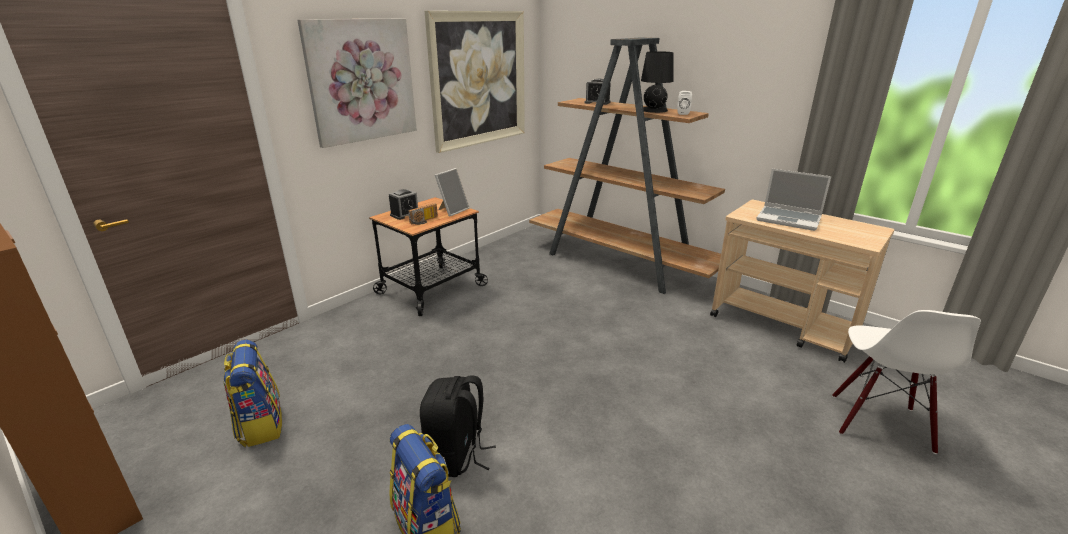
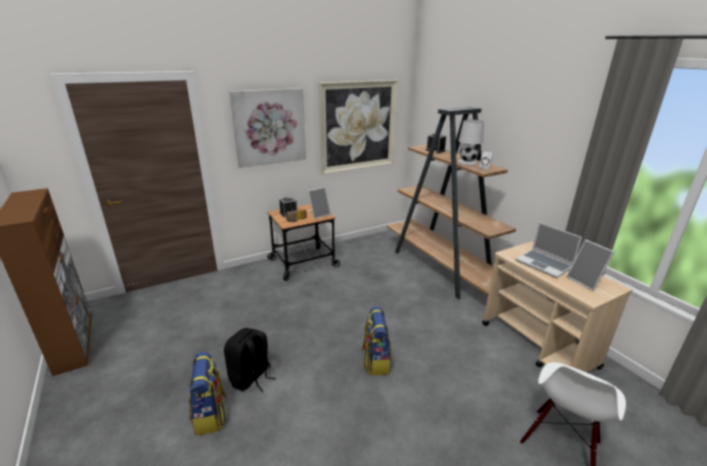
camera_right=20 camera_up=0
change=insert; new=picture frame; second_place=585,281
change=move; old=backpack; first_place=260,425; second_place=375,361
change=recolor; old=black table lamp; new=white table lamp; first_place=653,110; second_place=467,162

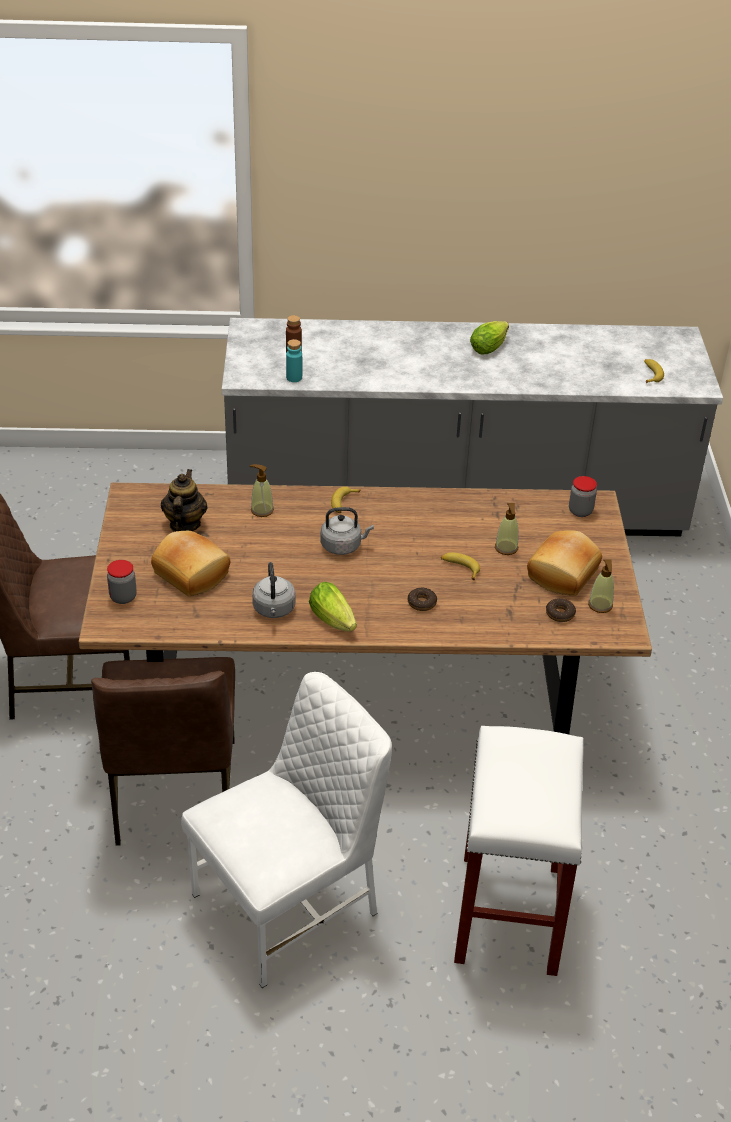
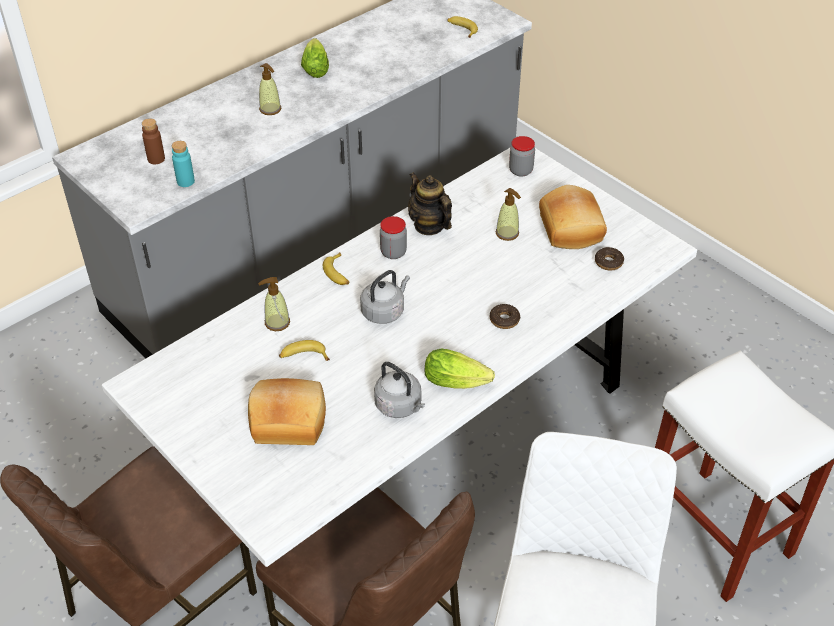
camera_right=-40 camera_up=5
change=move; old=jar; first_place=123,597; second_place=393,252
change=move; old=teapot; first_place=184,524; second_place=429,225
change=move; old=banana; first_place=460,568; second_place=303,356
change=move; old=soap dispenser; first_place=600,605; second_place=270,109
change=recolor; old=brown dining table; new=white dining table; first_place=360,690; second_place=417,435

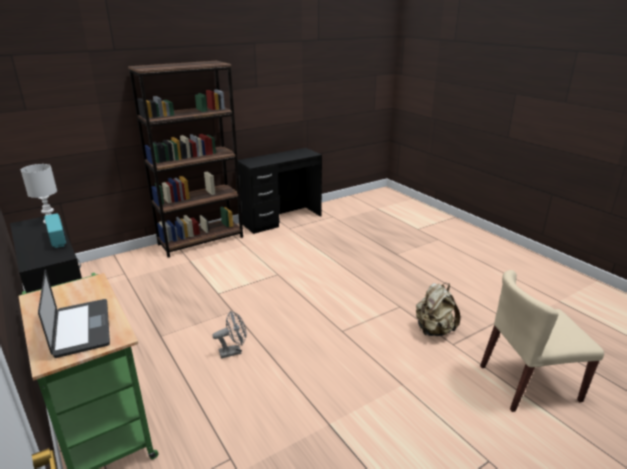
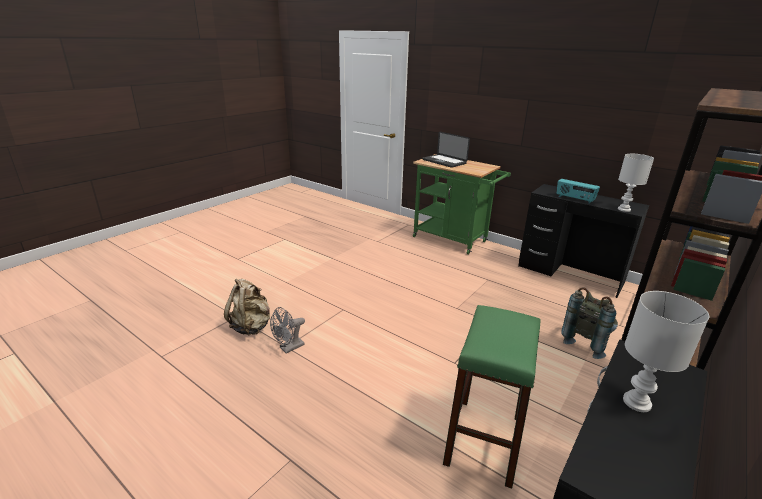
camera_right=160 camera_up=0
change=delete; old=beige chair; first_place=528,383
change=insert; new=green stool; second_place=484,439
change=insert; new=grey backpack; second_place=586,342
change=insert; new=white table lamp; second_place=636,403
change=move; old=grey fan; first_place=233,351; second_place=288,348

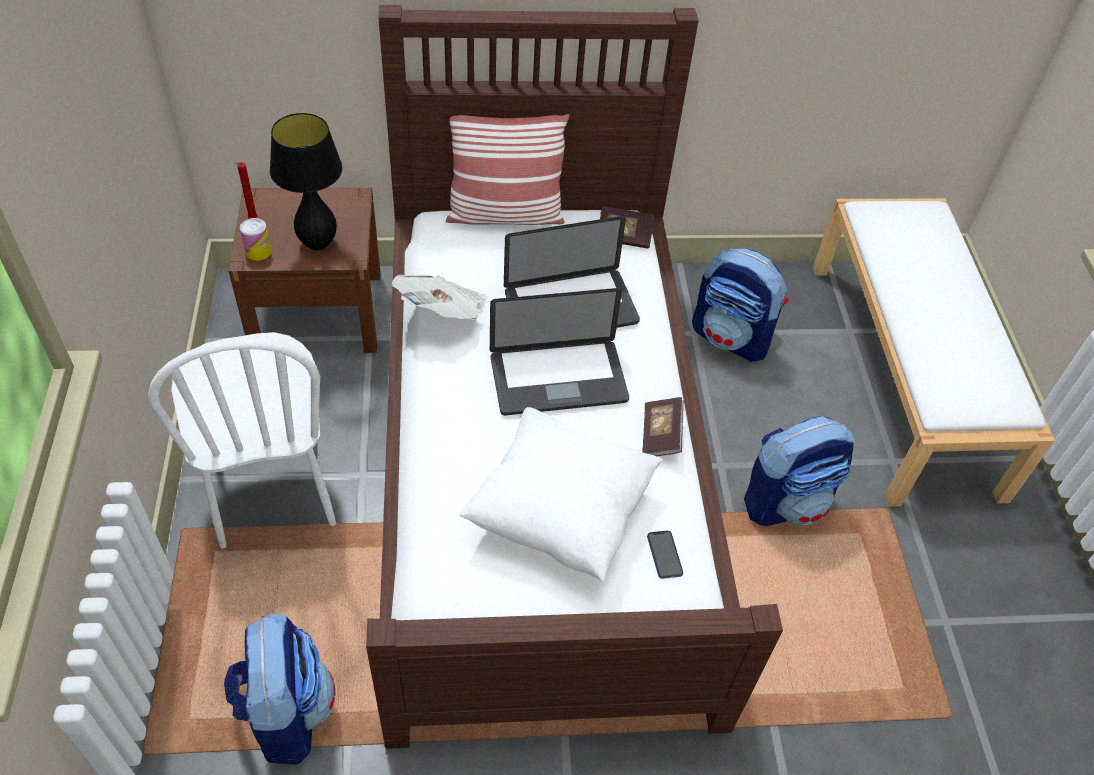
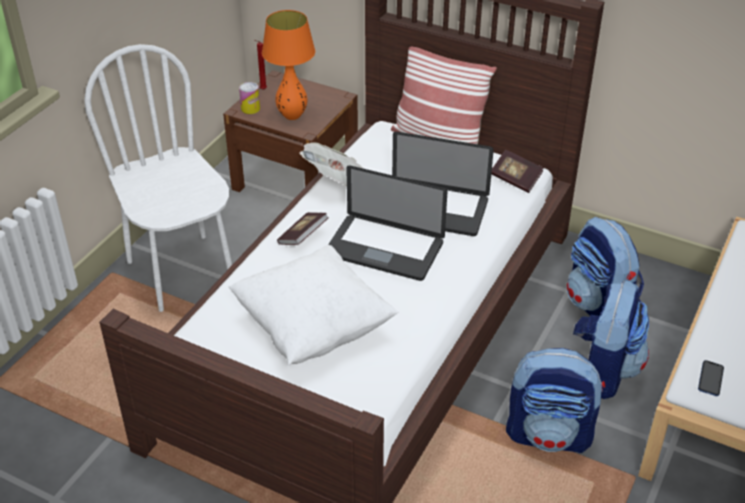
camera_right=35 camera_up=-10
change=move; old=backpack; first_place=286,712; second_place=603,370
change=move; old=book; first_place=661,435; second_place=303,237
change=move; old=phone; first_place=664,555; second_place=710,379
change=recolor; old=black table lamp; new=orange table lamp; first_place=318,244; second_place=292,116
change=rotate; old=white chair; first_place=272,490; second_place=182,273; degrees=135

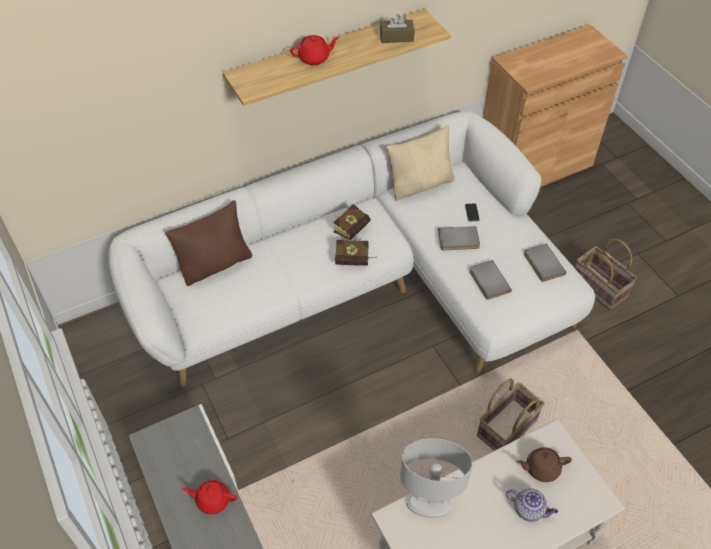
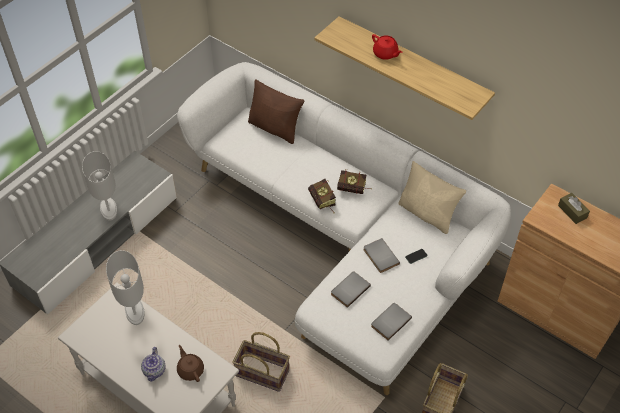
camera_right=65 camera_up=0
change=move; old=brown tissue box; first_place=396,37; second_place=572,212
change=replace; old=red teapot; new=white table lamp; first_place=212,500; second_place=108,209

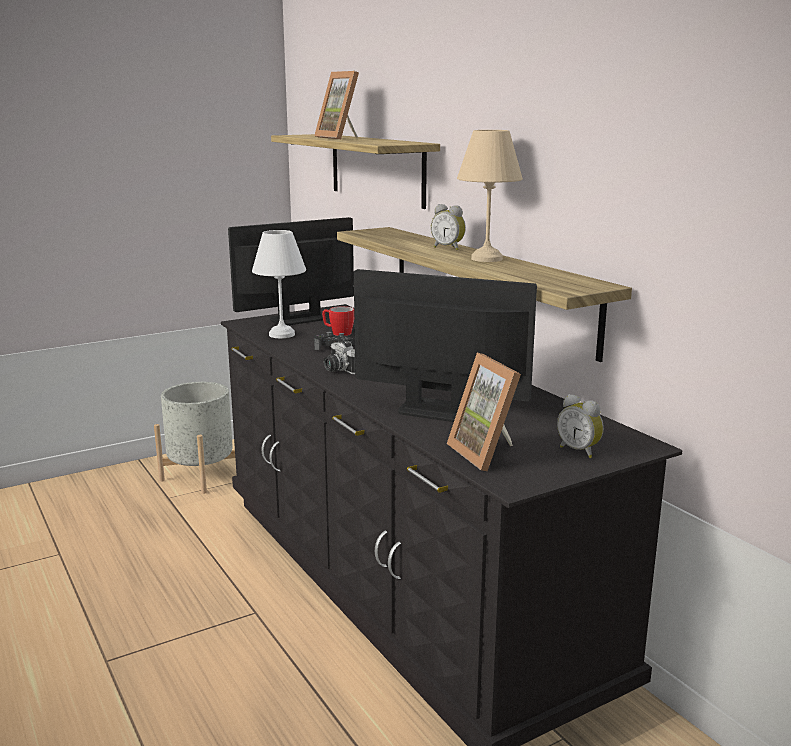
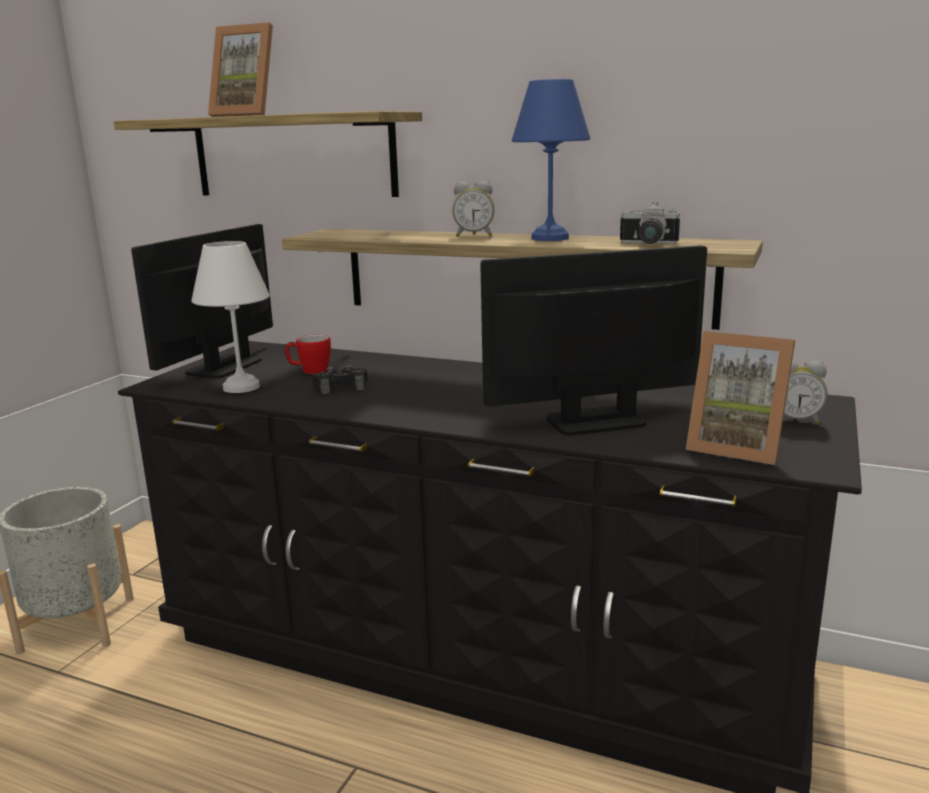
camera_right=-35 camera_up=0
change=move; old=photo camera; first_place=338,370; second_place=647,243
change=recolor; old=beige table lamp; new=blue table lamp; first_place=485,258; second_place=548,238

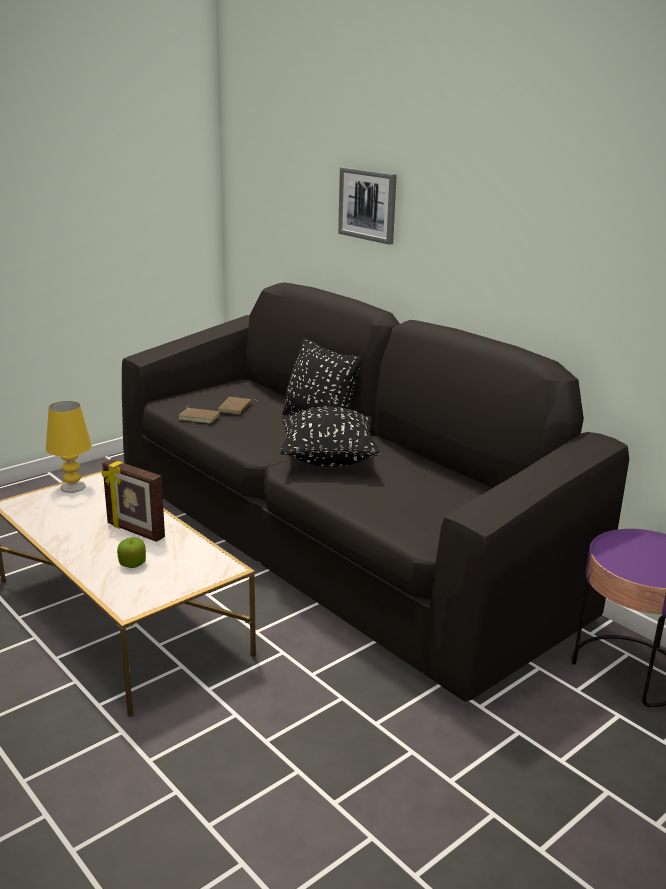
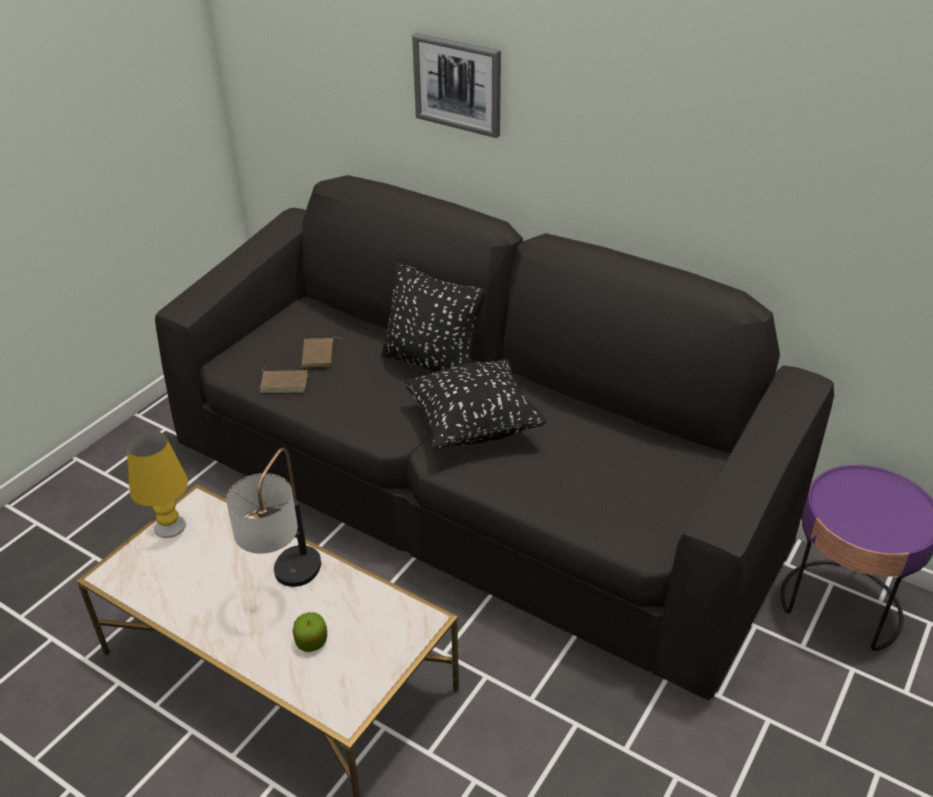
camera_right=-15 camera_up=15
change=replace; old=picture frame; new=table lamp; first_place=135,531; second_place=287,586

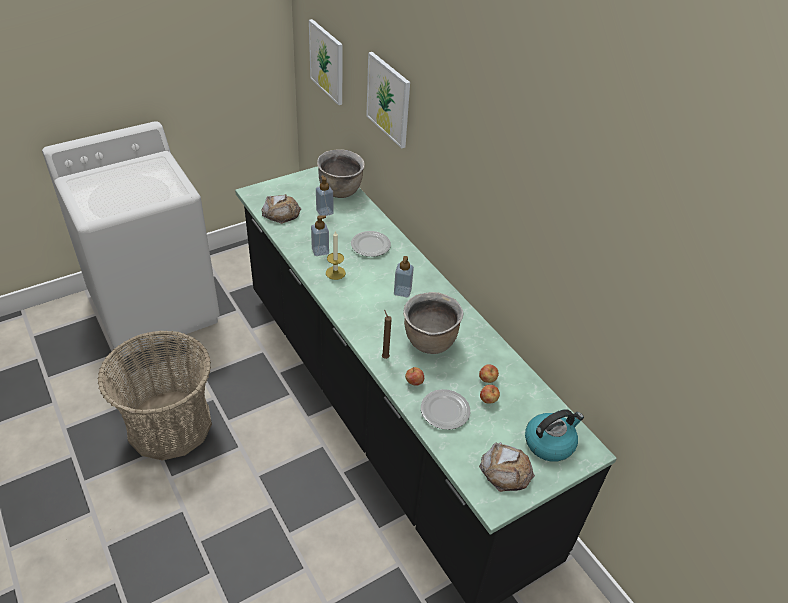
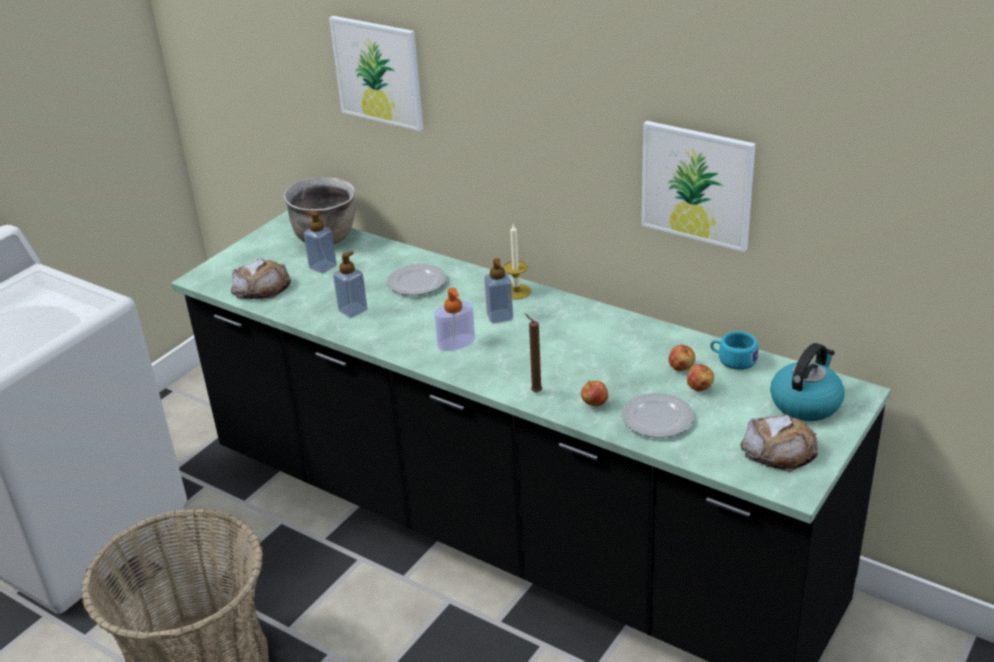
camera_right=-20 camera_up=-10
change=delete; old=brown cooking pot; first_place=429,341
change=insert; new=soap dispenser; second_place=456,343
change=insert; new=turquoise cup; second_place=733,360
change=move; old=picture; first_place=327,61; second_place=697,184
change=move; old=candle; first_place=335,273; second_place=516,291

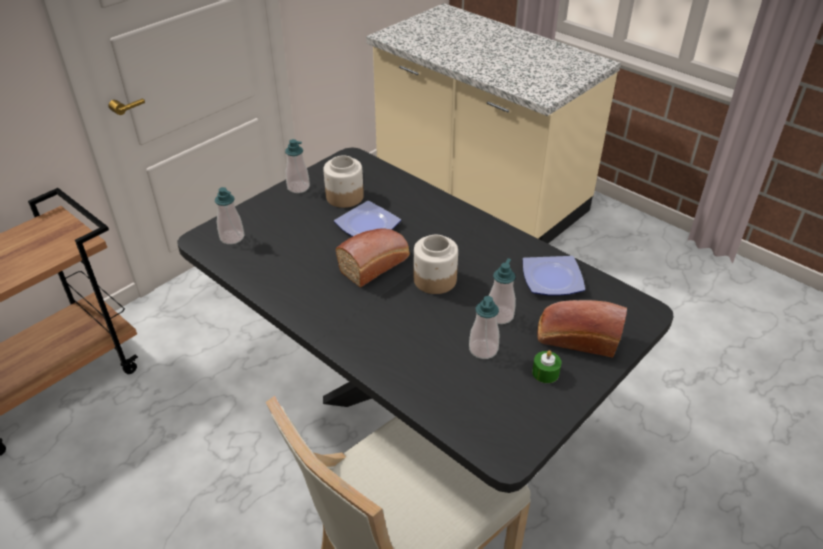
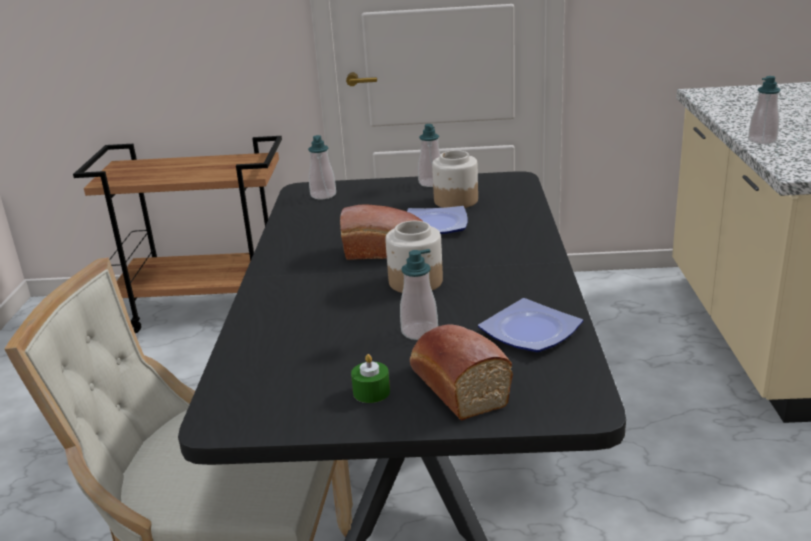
camera_right=50 camera_up=-15
change=move; old=soap dispenser; first_place=483,349; second_place=762,140

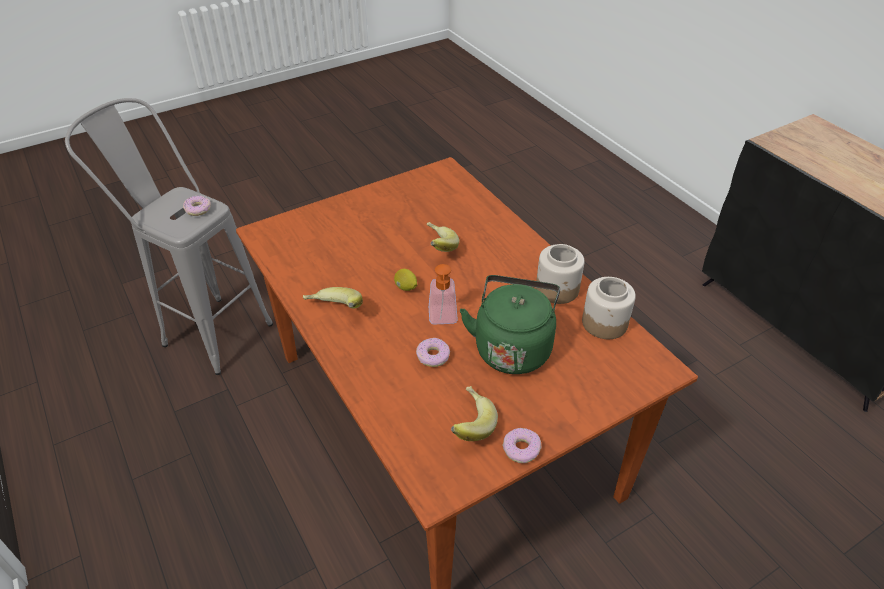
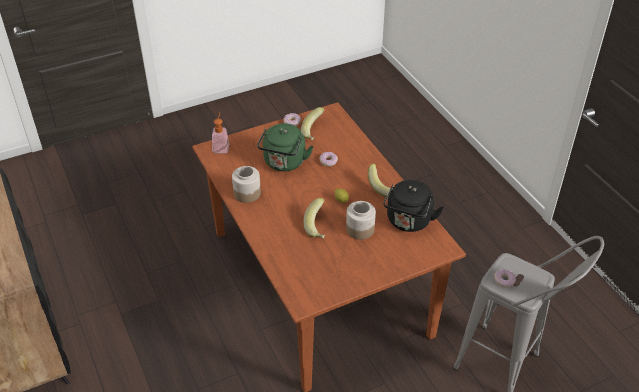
camera_right=-175 camera_up=0
change=insert; new=black kettle; second_place=408,222
change=move; old=soap dispenser; first_place=443,320; second_place=221,146
change=move; old=jar; first_place=605,323; second_place=359,229

